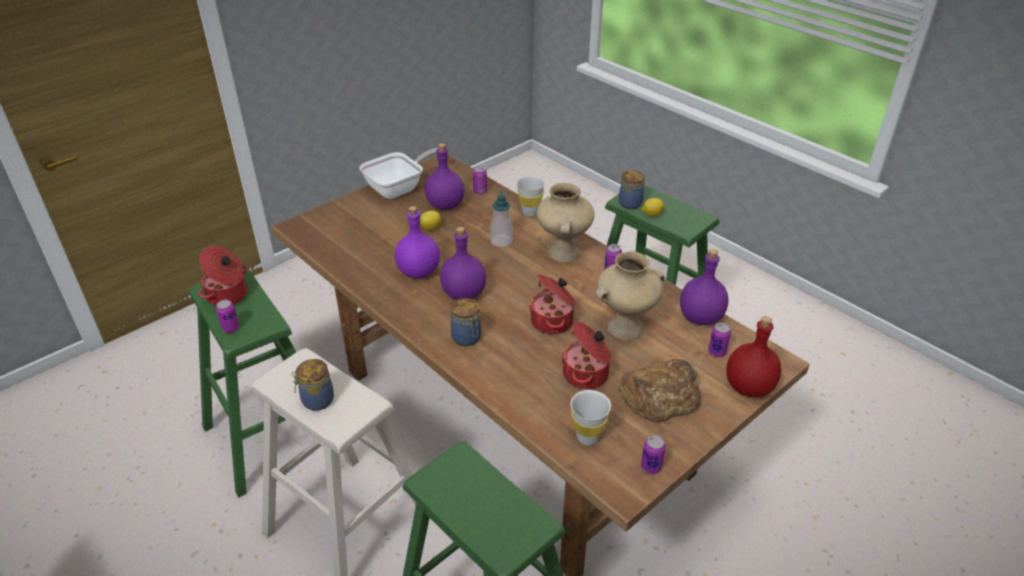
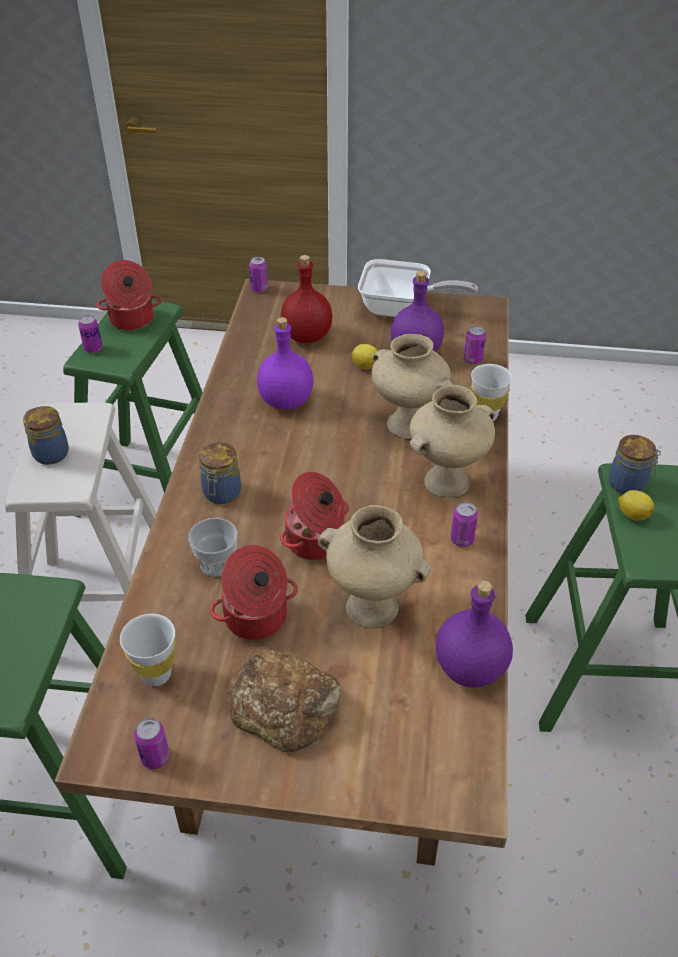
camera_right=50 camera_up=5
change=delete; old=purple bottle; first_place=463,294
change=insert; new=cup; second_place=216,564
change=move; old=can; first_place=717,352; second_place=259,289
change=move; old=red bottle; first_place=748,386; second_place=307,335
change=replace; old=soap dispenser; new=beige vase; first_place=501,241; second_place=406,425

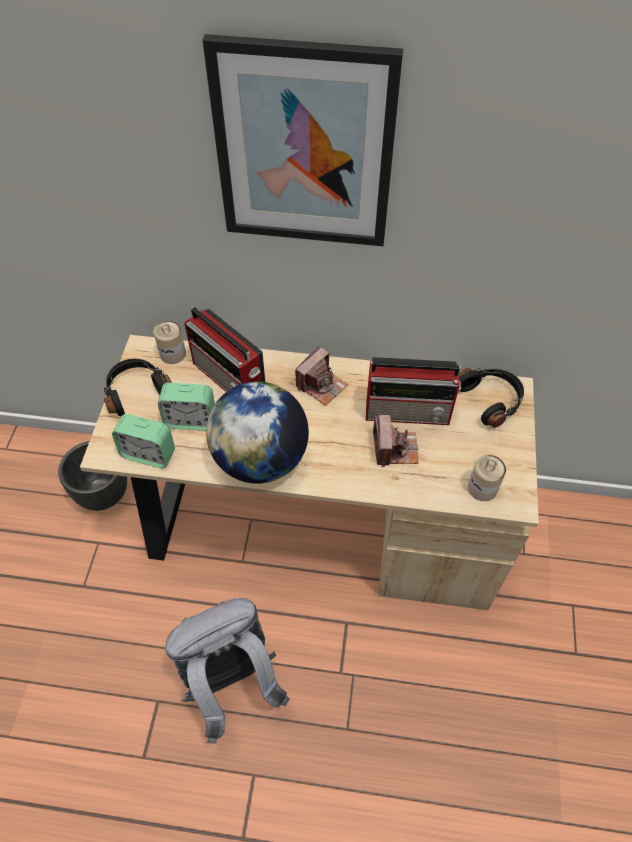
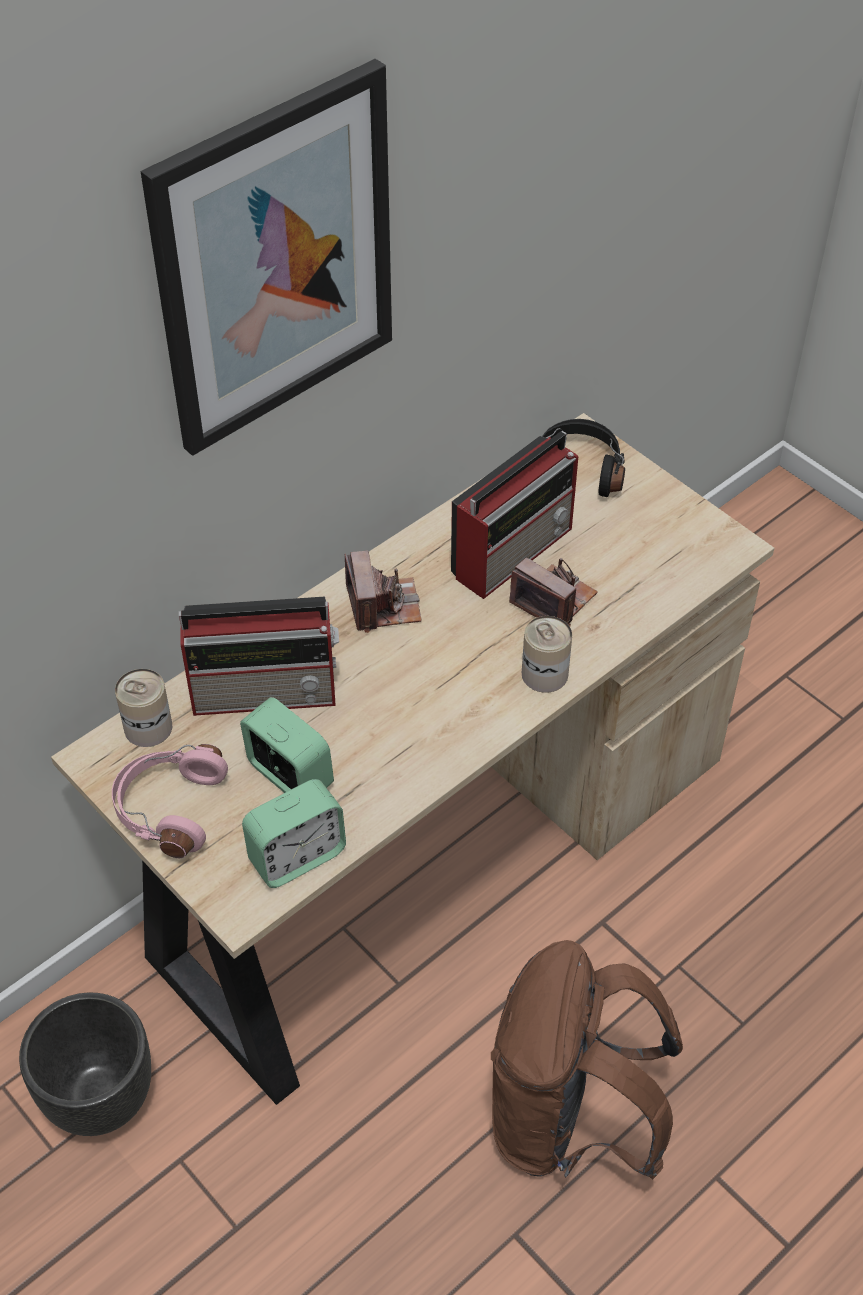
camera_right=-50 camera_up=-5
change=delete; old=globe; first_place=260,459
change=move; old=can; first_place=482,488; second_place=544,674
change=recolor; old=black headphones; new=pink headphones; first_place=136,391; second_place=168,808
change=recolor; old=grey backpack; new=brown backpack; first_place=231,683; second_place=569,1120
change=rotate; old=alarm clock; first_place=190,420; second_place=289,776; degrees=-90

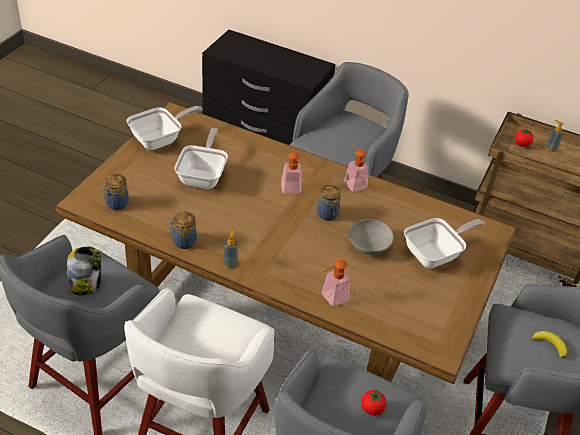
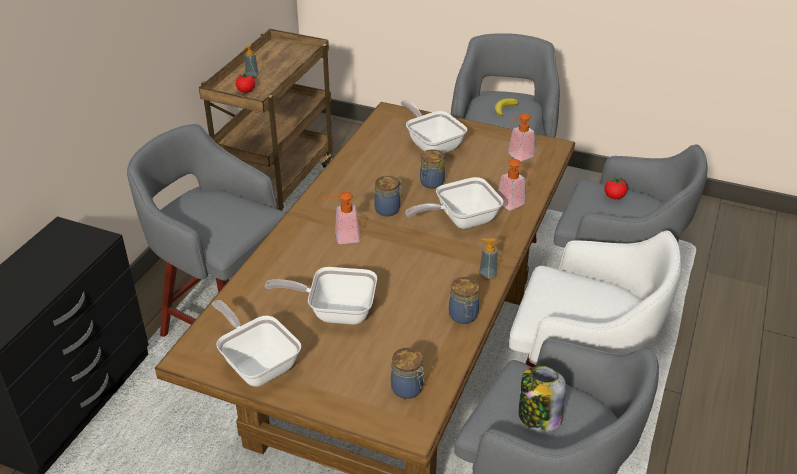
camera_right=-90 camera_up=-5
change=insert; new=frying pan; second_place=460,220
change=move; old=soap dispenser; first_place=353,182; second_place=517,157
change=replace; old=grey bowl; new=jar; first_place=368,246; second_place=431,183

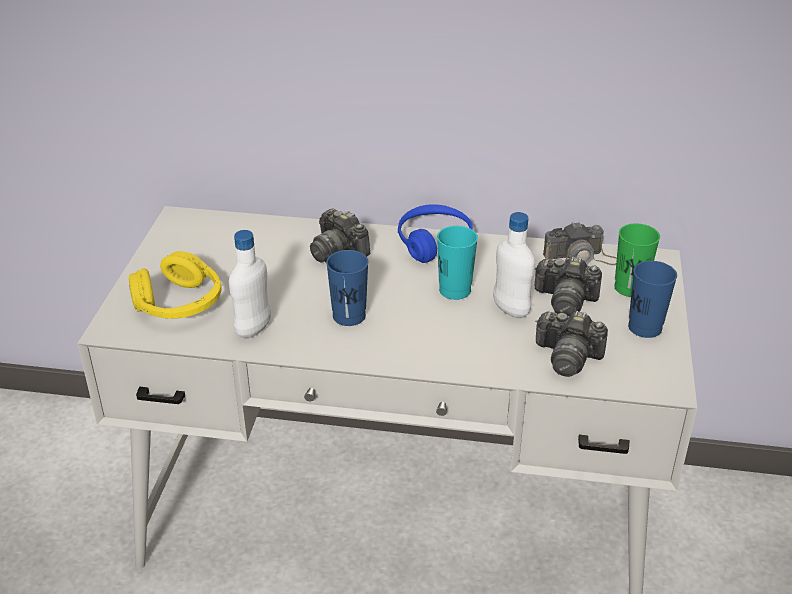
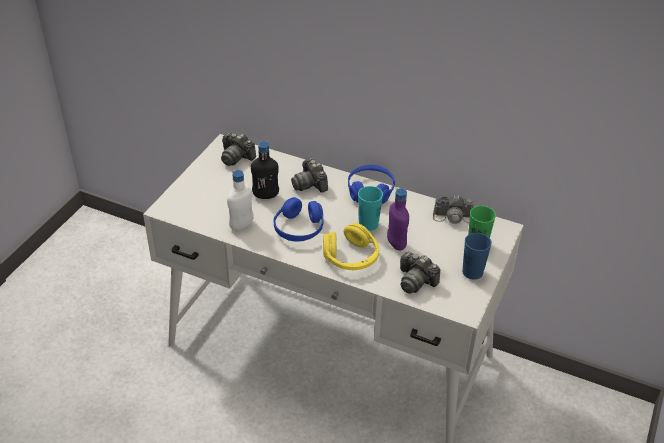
camera_right=15 camera_up=5
change=insert; new=black bottle; second_place=265,195
change=move; old=yellow headphones; first_place=179,303; second_place=351,257
change=move; old=photo camera; first_place=565,300; second_place=236,157
change=replace; old=blue cup; new=blue headphones; first_place=349,316; second_place=299,228
change=recolor; old=white bottle; new=purple bottle; first_place=510,310; second_place=396,244

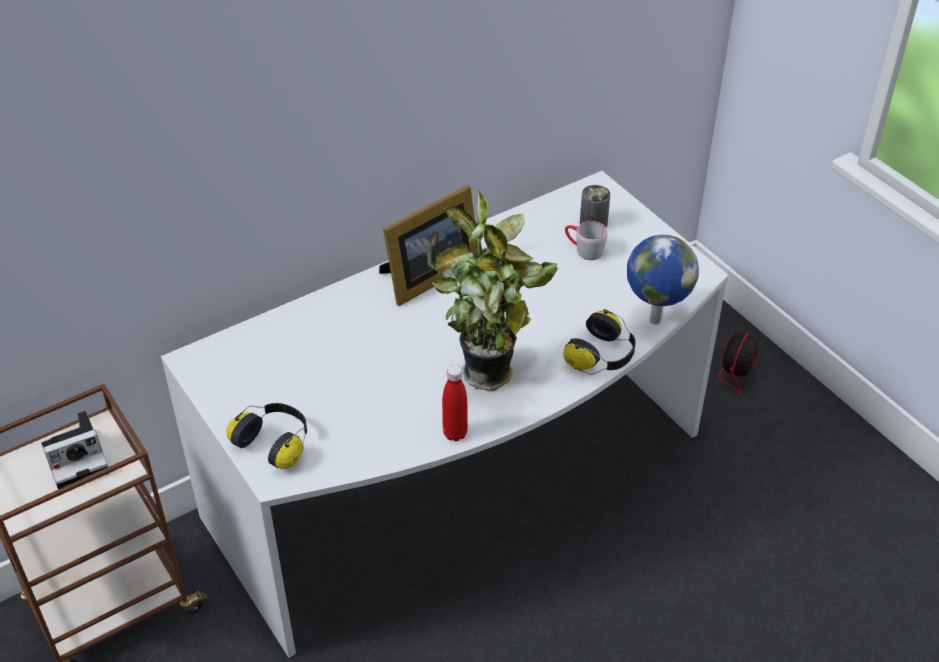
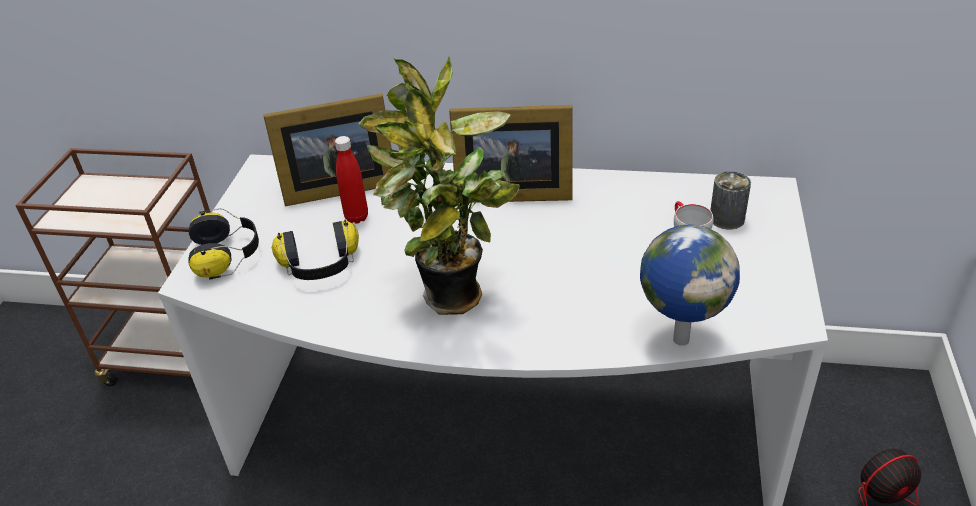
camera_right=45 camera_up=-5
change=delete; old=photo camera; first_place=79,458
change=insert; new=picture frame; second_place=336,187
change=move; old=red bottle; first_place=455,433; second_place=356,217
change=move; old=headphones; first_place=602,356; second_place=320,266

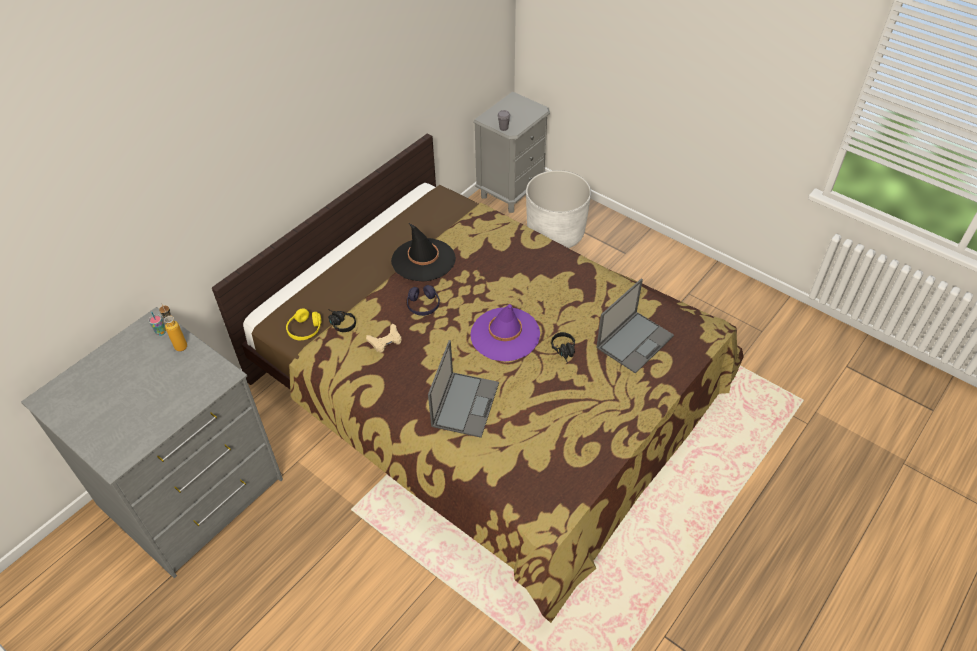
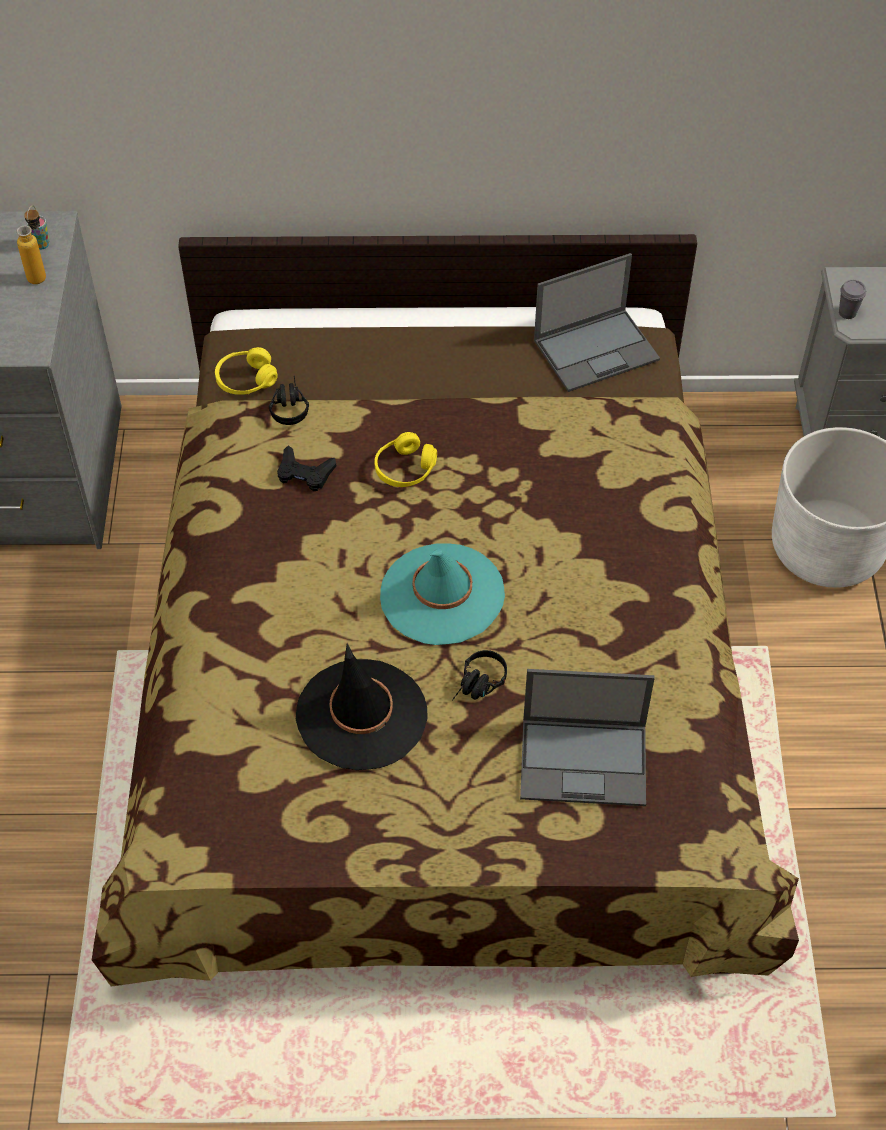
camera_right=50 camera_up=5
change=move; old=black hat; first_place=423,260; second_place=361,715
change=move; old=laptop; first_place=465,403; second_place=597,349
change=recolor; old=beige game controller; new=black game controller; first_place=385,341; second_place=304,473
change=recolor; old=purple headphones; new=yellow headphones; first_place=423,305; second_place=405,469
change=recolor; old=purple hat; new=turquoise hat; first_place=505,334; second_place=441,594

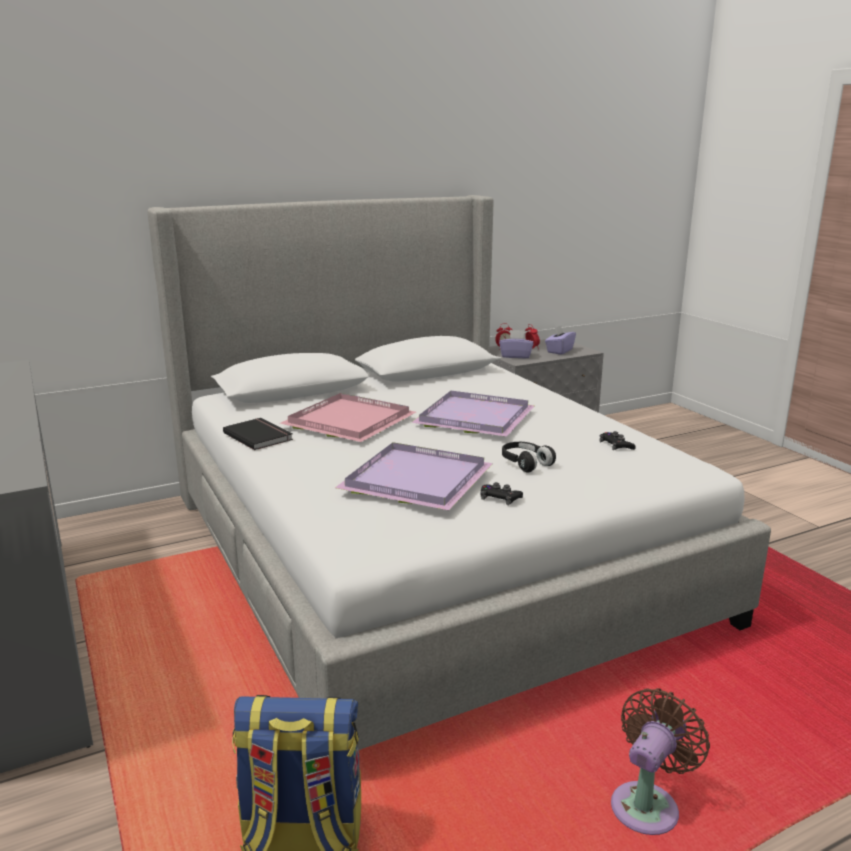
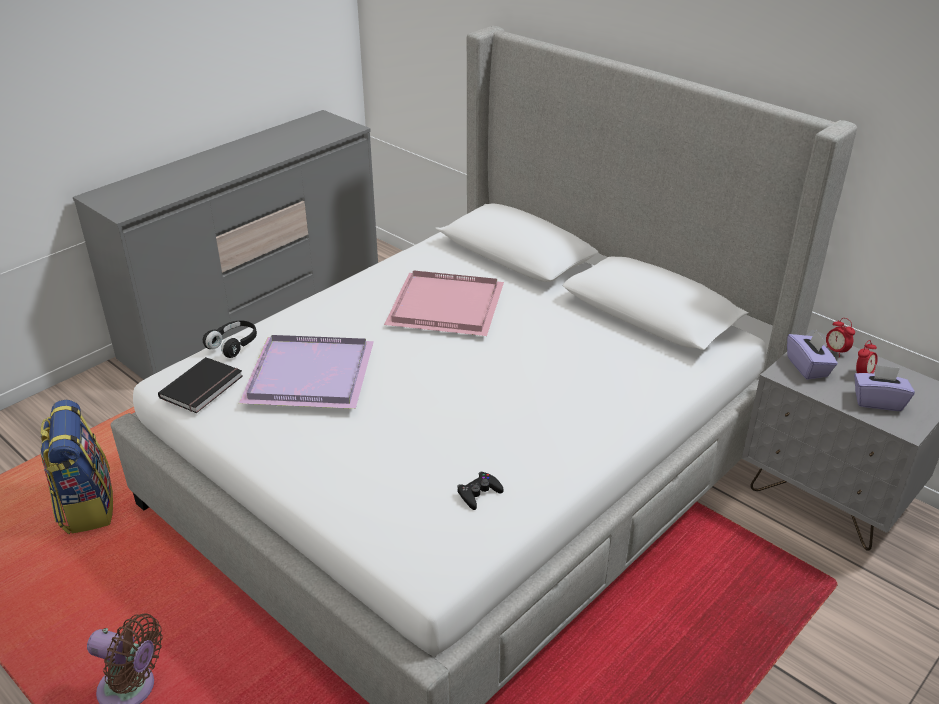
camera_right=70 camera_up=15
change=delete; old=purple tray; first_place=477,417
change=delete; old=black game controller; first_place=500,498
change=move; old=black book; first_place=259,436; second_place=203,387
change=move; old=black headphones; first_place=525,463; second_place=234,345

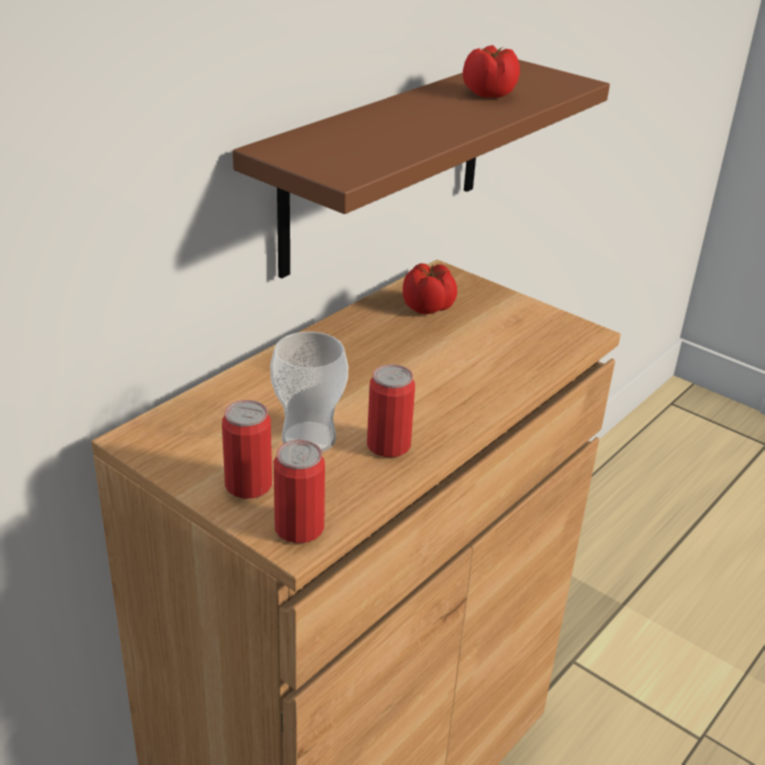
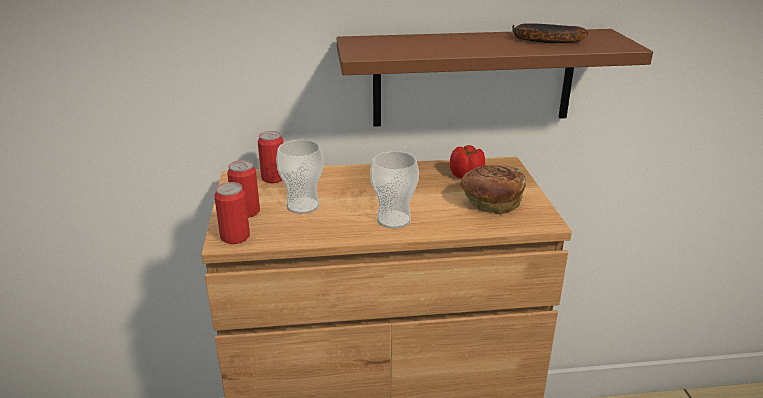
camera_right=45 camera_up=-5
change=insert; new=cup; second_place=393,220
change=insert; new=bread; second_place=491,202
change=move; old=can; first_place=388,445; second_place=273,178
change=replace; old=tomato; new=banana; first_place=488,94; second_place=542,40

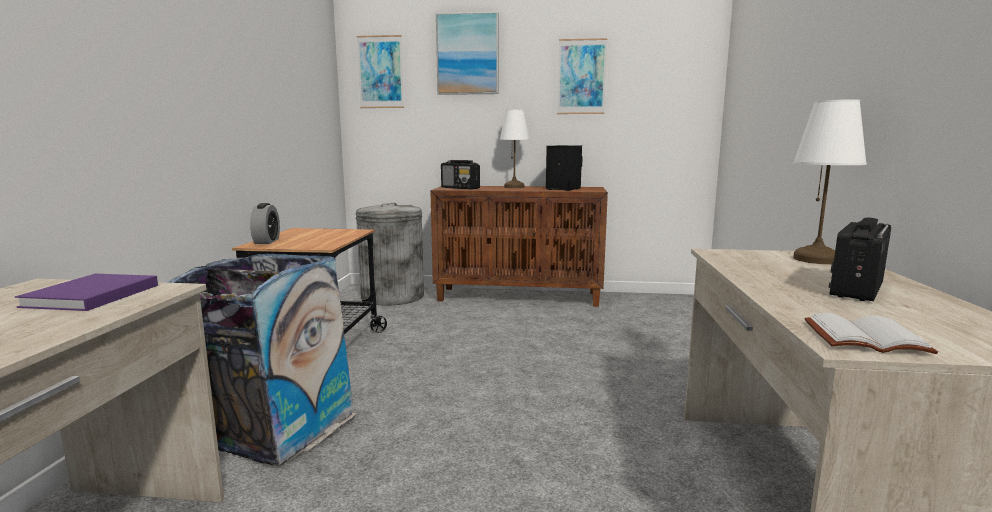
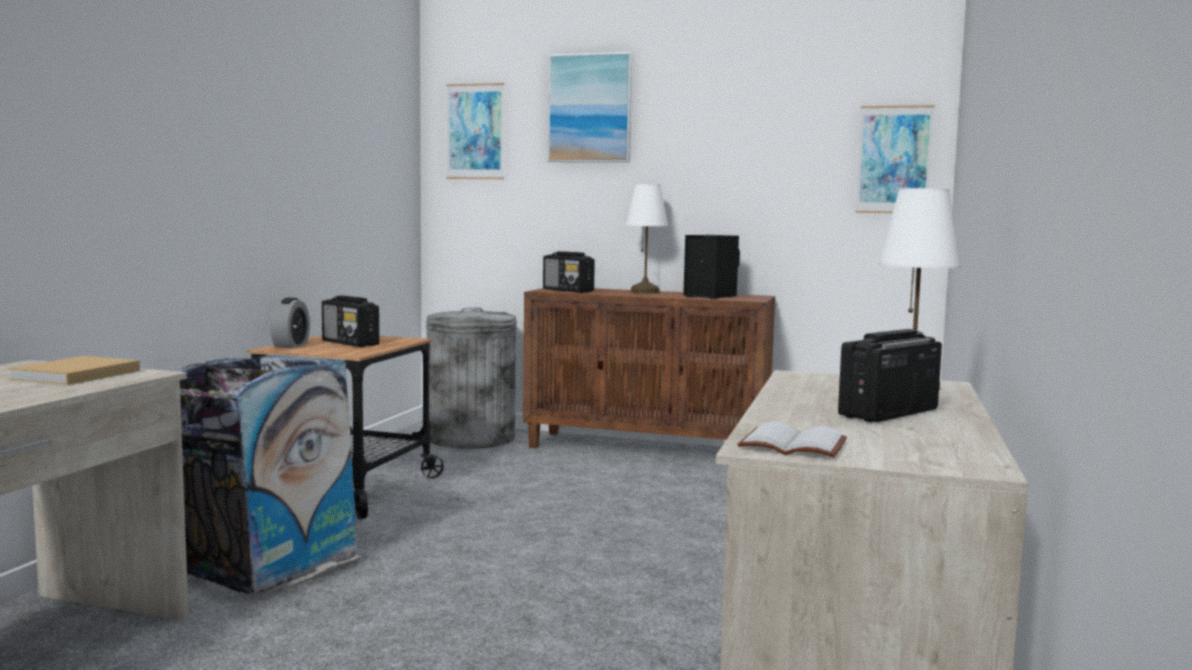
camera_right=10 camera_up=-5
change=insert; new=radio; second_place=350,343
change=move; old=picture; first_place=581,77; second_place=894,160
change=recolor; old=purple book; new=beige book; first_place=89,296; second_place=73,375

